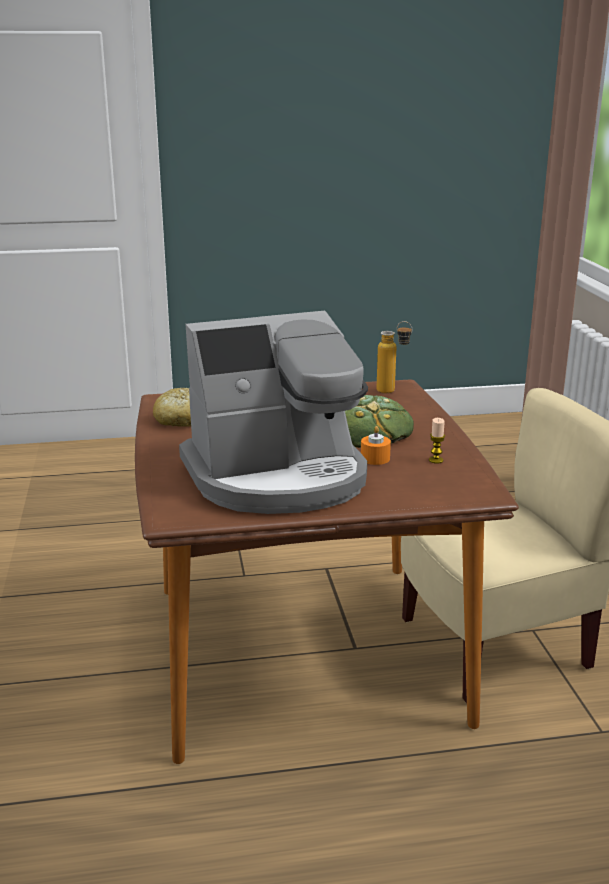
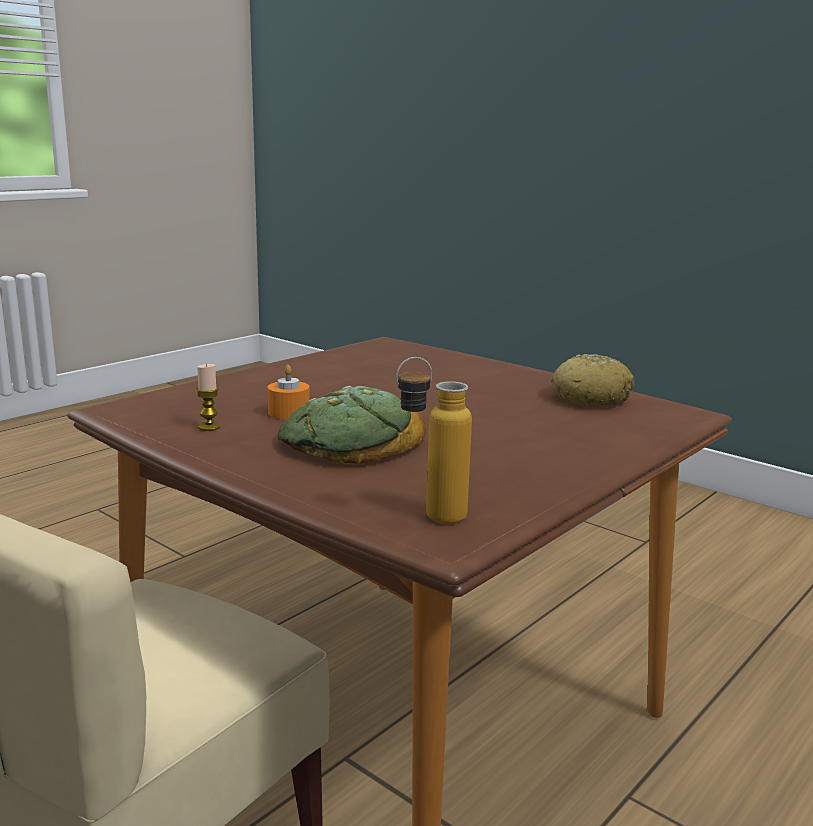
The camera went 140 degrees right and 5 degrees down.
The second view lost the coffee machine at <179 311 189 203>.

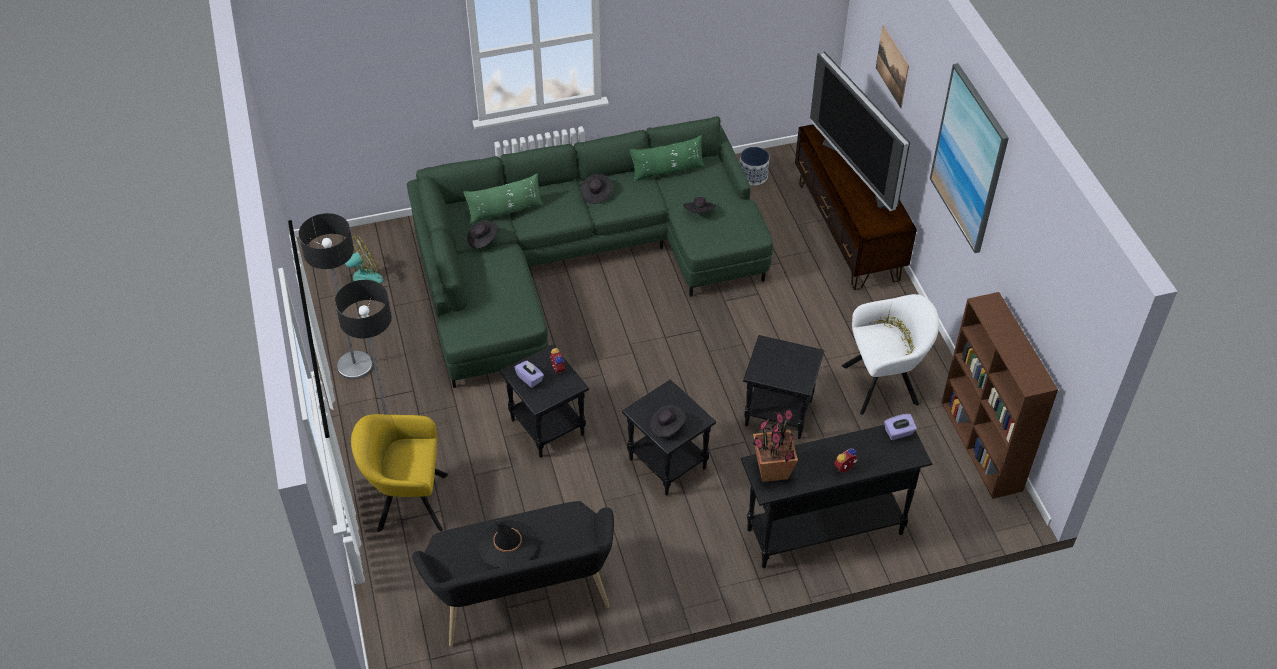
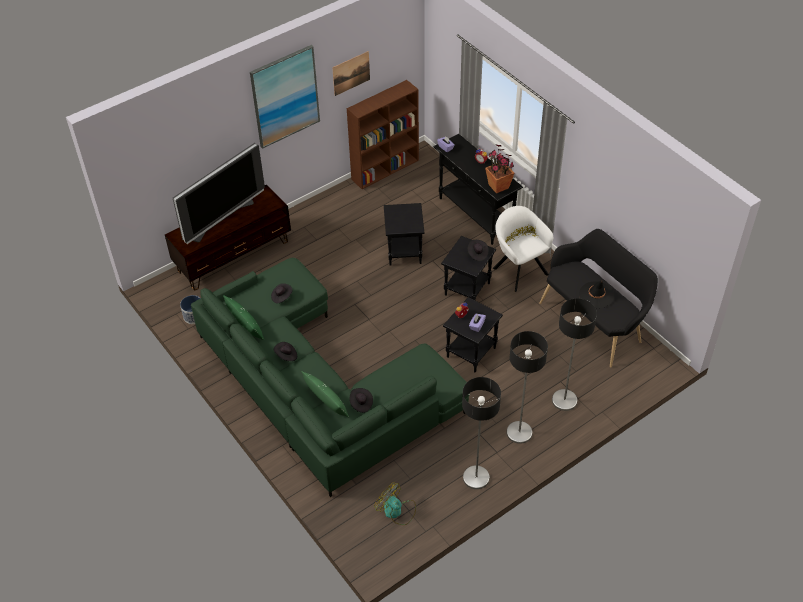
The camera went 110 degrees left and 0 degrees up.
Where the armchair (yellow) stood at <351 414 97 118>, the floor lamp came to stand at <552 298 45 113>.
The armchair (white) ended up elsewhere, having gone from <842 294 97 121> to <493 206 60 86>.
The picture ended up elsewhere, having gone from <876 25 33 83> to <332 51 38 45>.

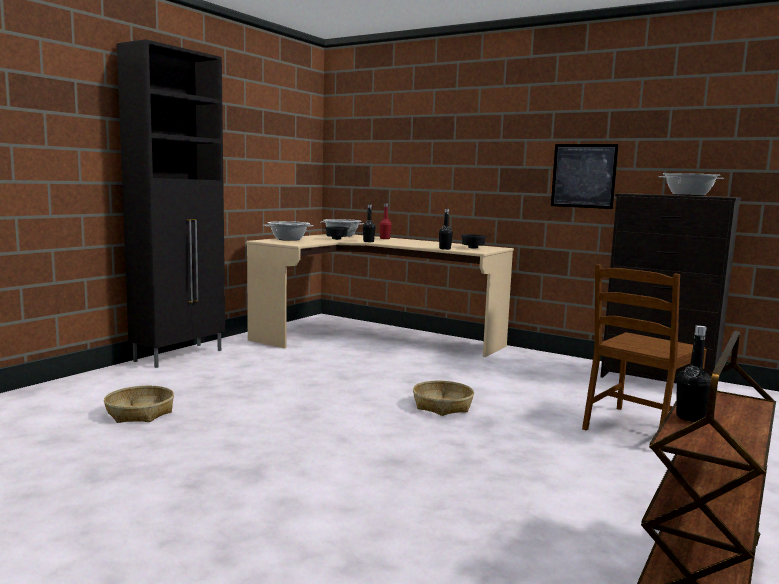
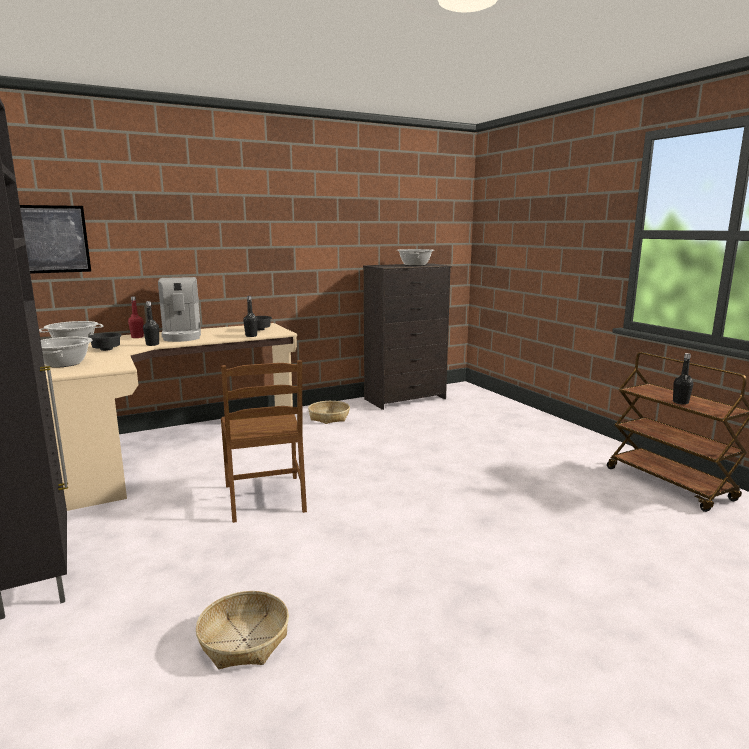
The camera went 60 degrees left and 5 degrees up.
The basket ended up elsewhere, having gone from <413 381 61 35> to <308 401 42 23>.
The picture ended up elsewhere, having gone from <551 144 68 65> to <20 205 71 69>.
The chair (brown) ended up elsewhere, having gone from <582 264 125 166> to <221 360 86 163>.
The second view gained the coffee machine at <158 277 43 65>.

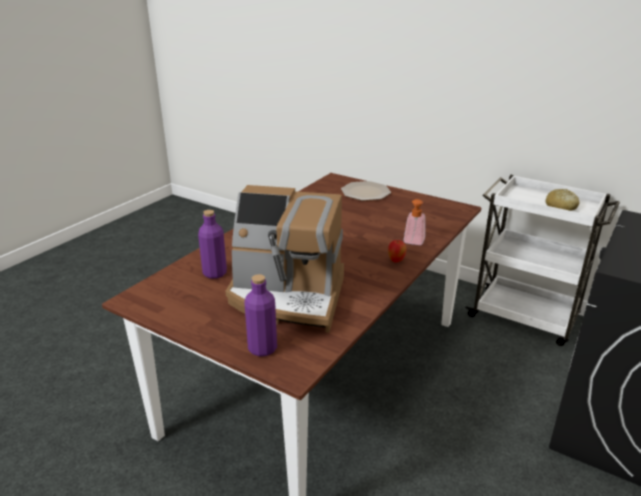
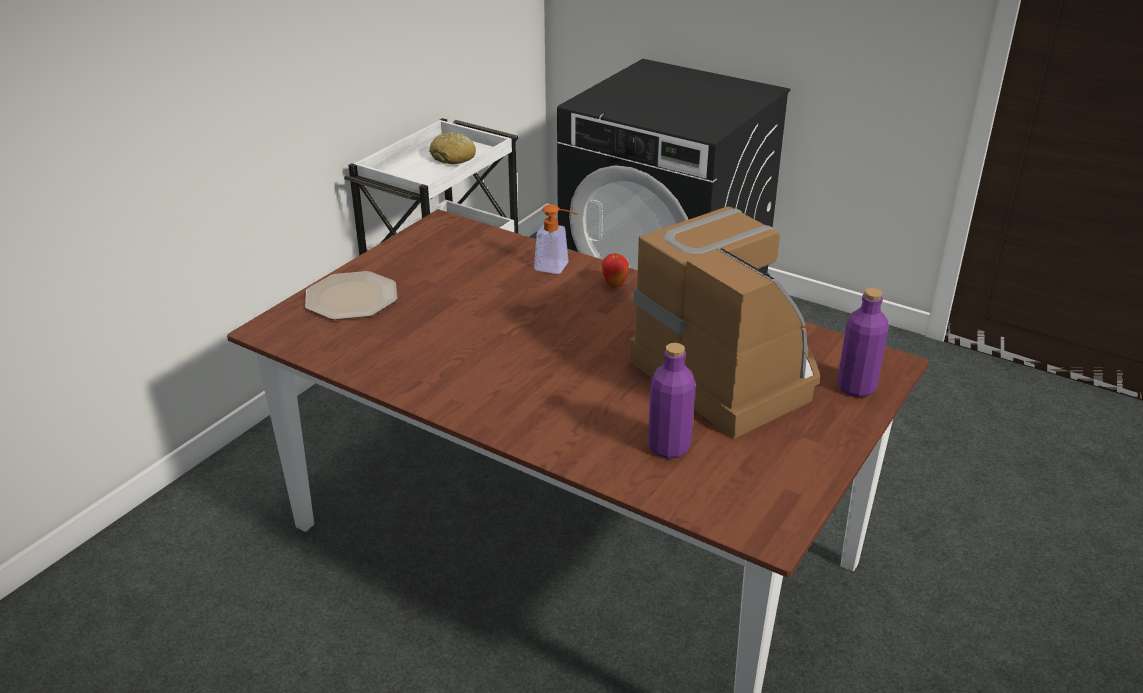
The camera went 90 degrees left and 5 degrees up.
The coffee machine at <225 185 119 148> ended up facing another way, 45 degrees counterclockwise from before.

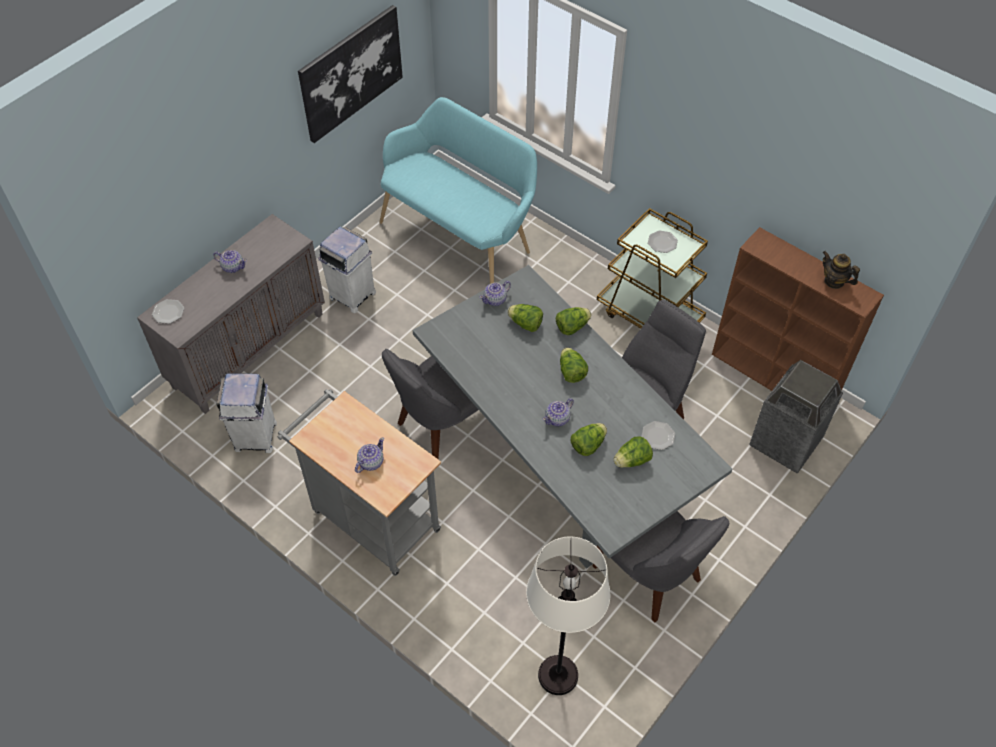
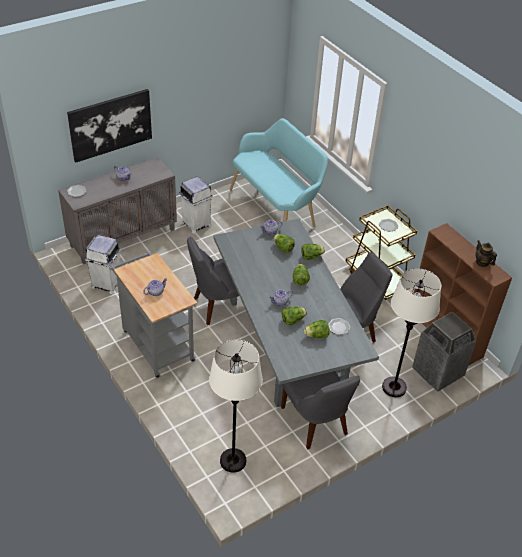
The camera went 15 degrees right and 10 degrees down.
The picture ended up elsewhere, having gone from <298 5 105 138> to <67 89 85 74>.
The second view gained the floor lamp (white) at <382 268 59 129>.

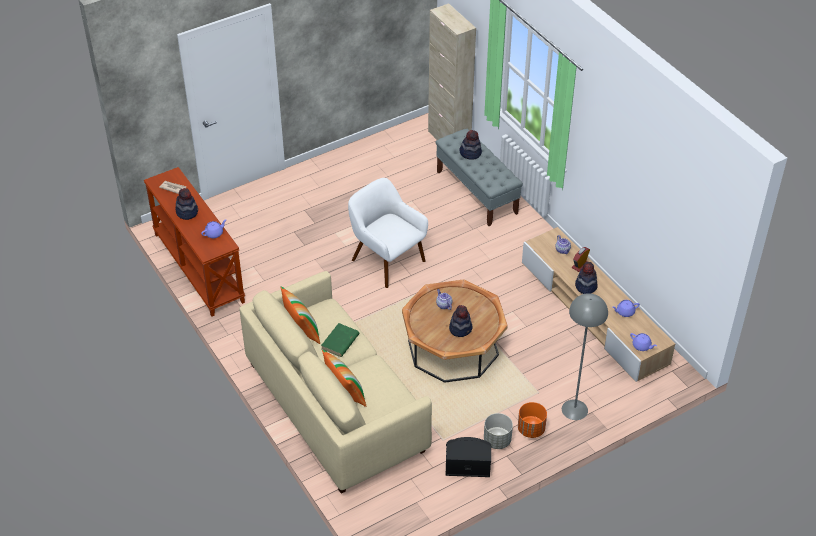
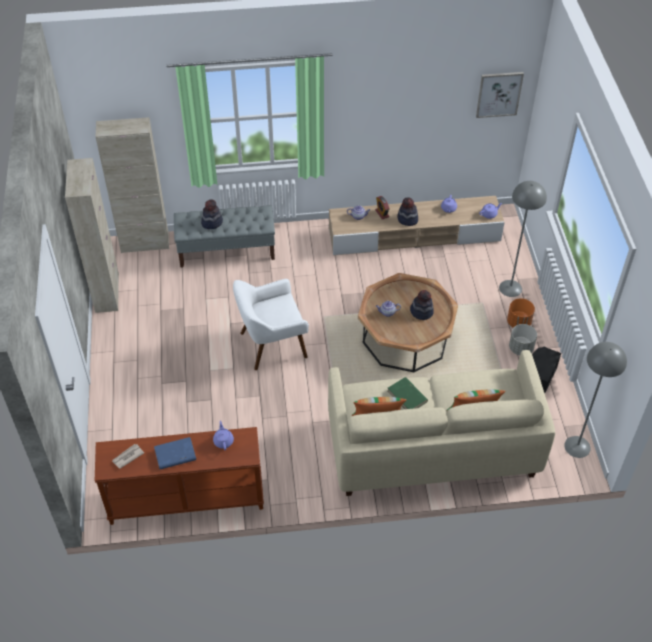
The camera went 65 degrees left and 5 degrees up.
Where the hat stood at <176 188 22 32>, the book (blue) came to stand at <154 437 42 32>.
The second view gained the cabinet (beige) at <65 158 54 155>.
The second view gained the picture at <476 72 48 46>.
The second view gained the floor lamp (grey) at <564 342 63 116>.

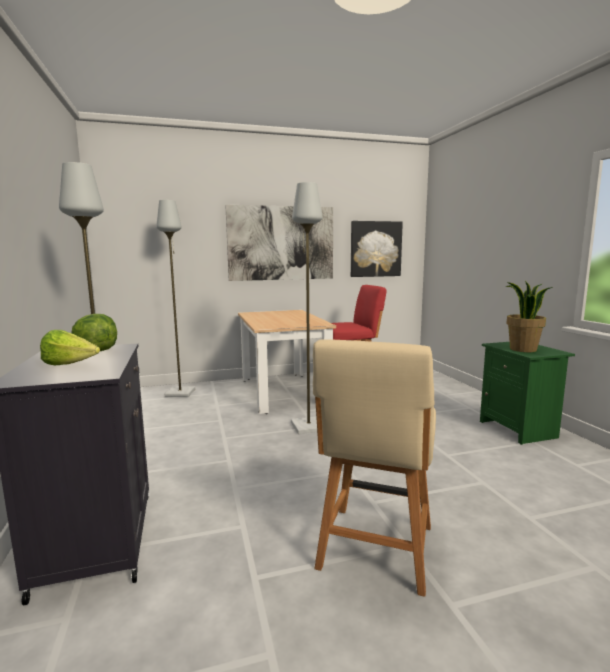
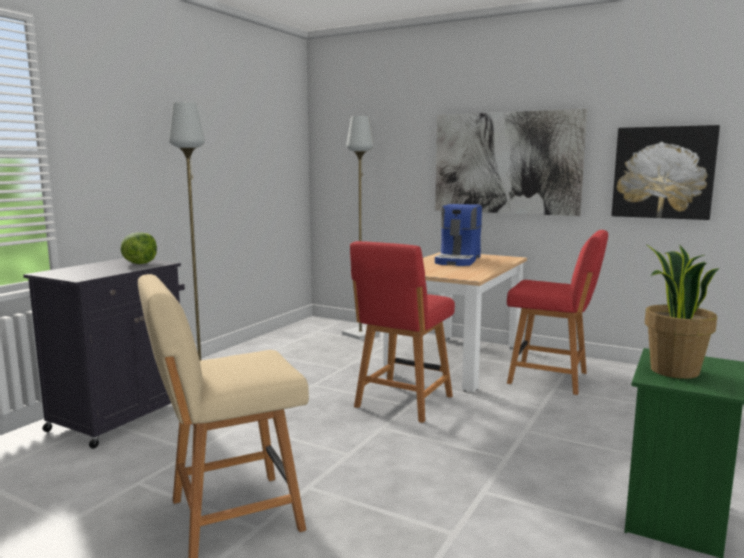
The camera went 45 degrees right and 0 degrees up.
The second view lost the lettuce at <40 330 60 35>.
Where the floor lamp (grey) stood at <291 182 32 252>, the chair (red) came to stand at <350 241 105 182>.
The second view gained the coffee machine at <435 204 47 62>.

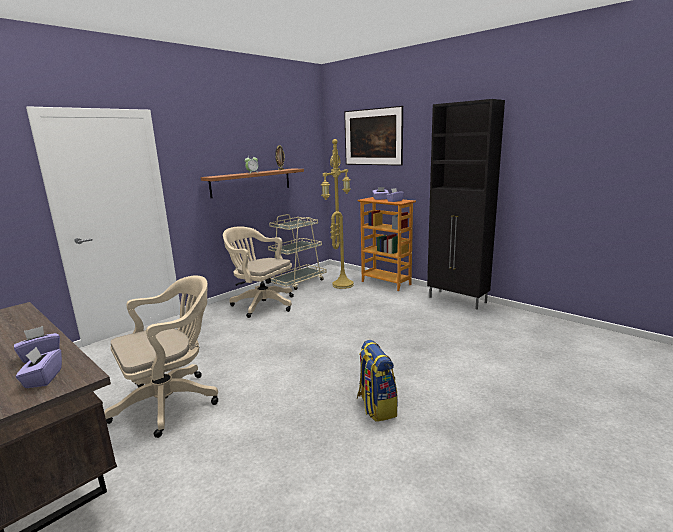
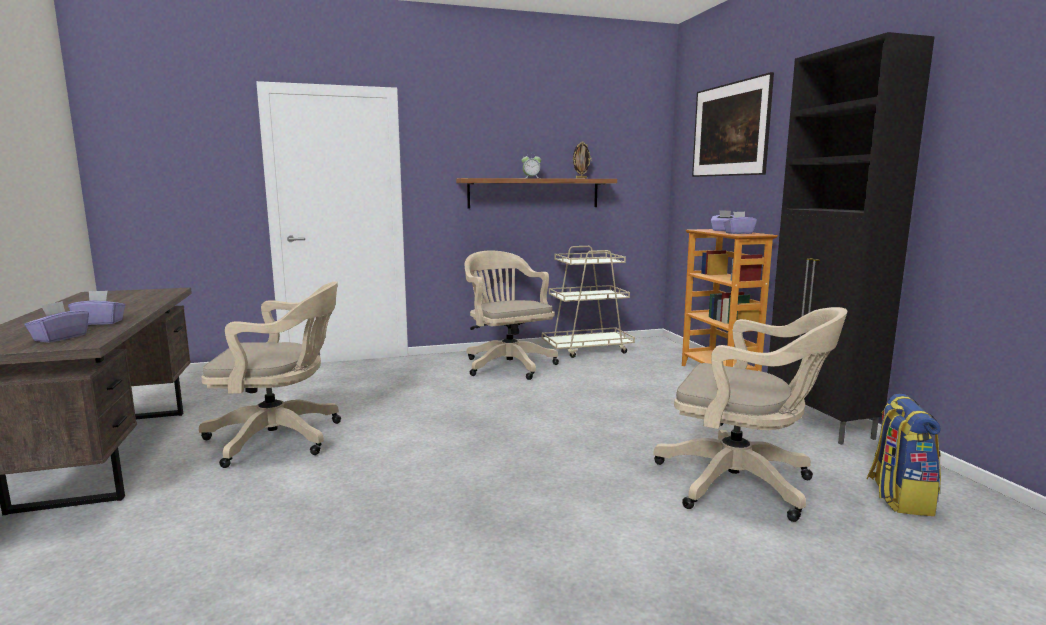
The camera went 30 degrees right and 5 degrees down.
The second view lost the floor lamp (yellow) at <321 139 33 150>.
The backpack ended up elsewhere, having gone from <357 340 41 82> to <867 394 74 122>.
The second view gained the office chair (beige) at <653 307 195 215>.

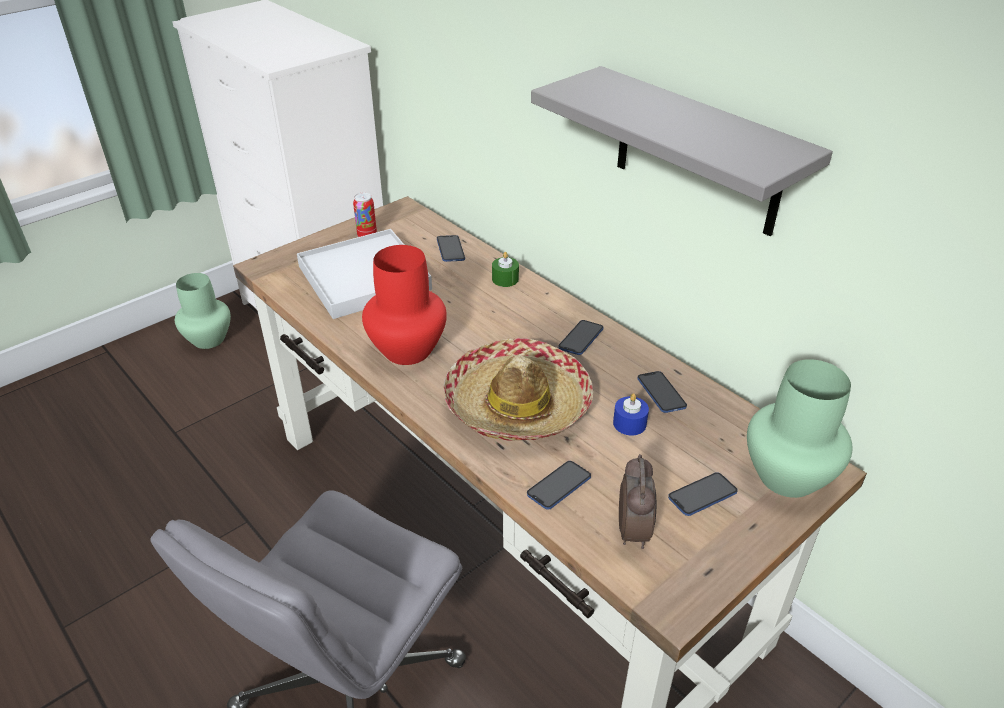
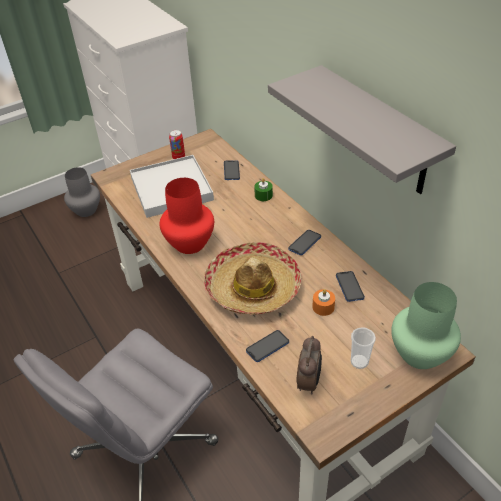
The camera went 10 degrees right and 5 degrees up.
What was the vase (green) at <175 273 56 76> turned into the vase (grey) at <64 167 36 50>.
What was the candle (blue) at <613 393 36 43> turned into the candle (orange) at <312 289 23 27>.
Where the phone stood at <668 472 69 44>, the cup came to stand at <351 327 25 42>.

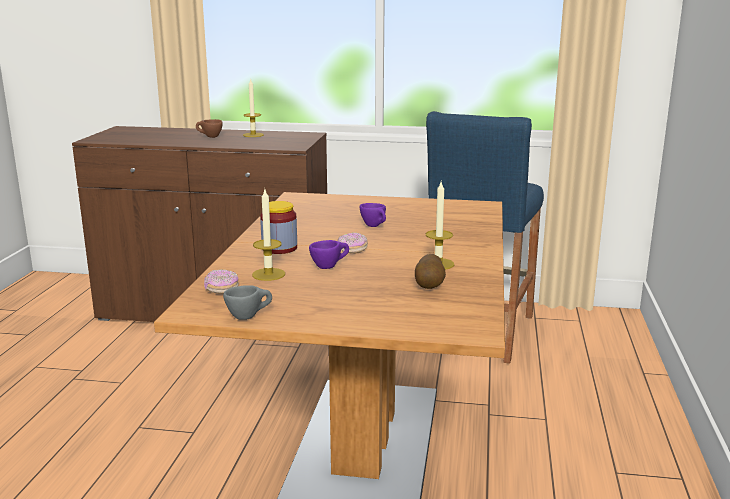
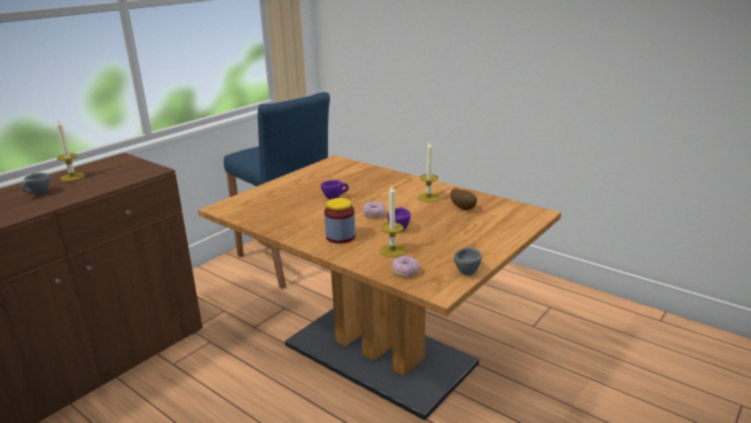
The camera went 60 degrees left and 5 degrees up.
What was the cup (brown) at <196 119 27 19> turned into the cup (grey) at <21 173 29 22>.

